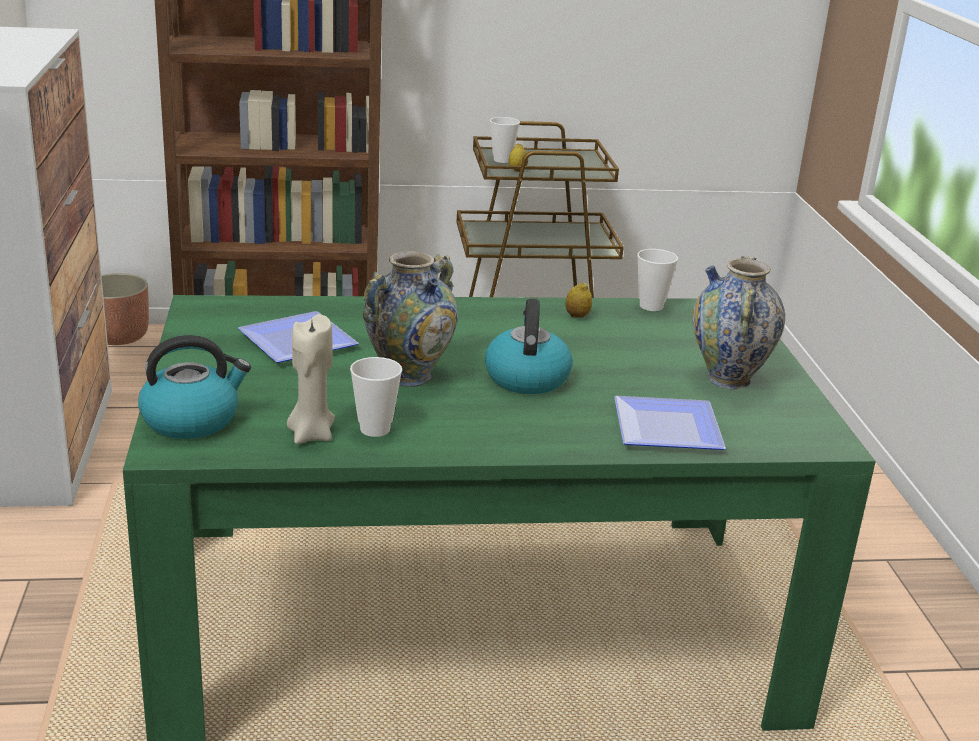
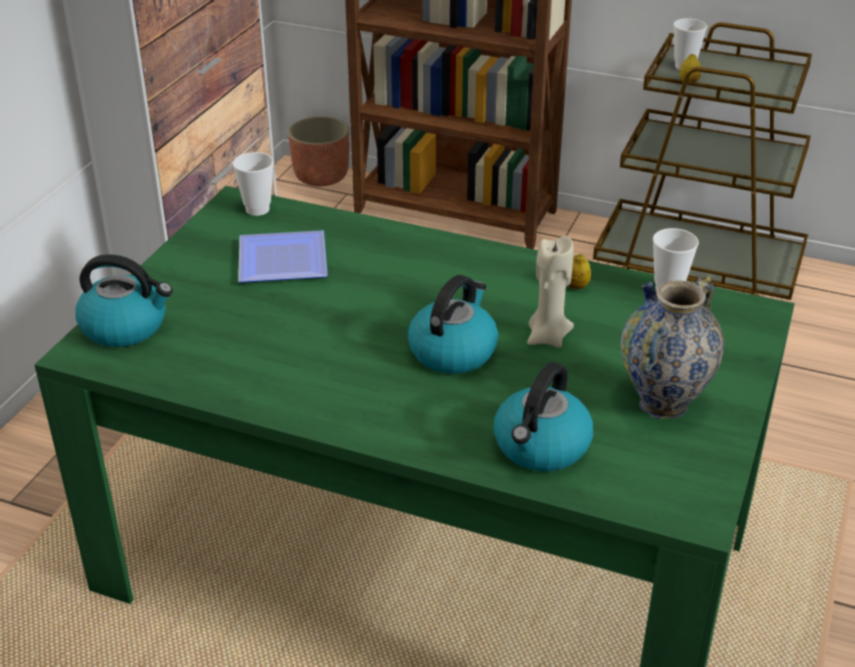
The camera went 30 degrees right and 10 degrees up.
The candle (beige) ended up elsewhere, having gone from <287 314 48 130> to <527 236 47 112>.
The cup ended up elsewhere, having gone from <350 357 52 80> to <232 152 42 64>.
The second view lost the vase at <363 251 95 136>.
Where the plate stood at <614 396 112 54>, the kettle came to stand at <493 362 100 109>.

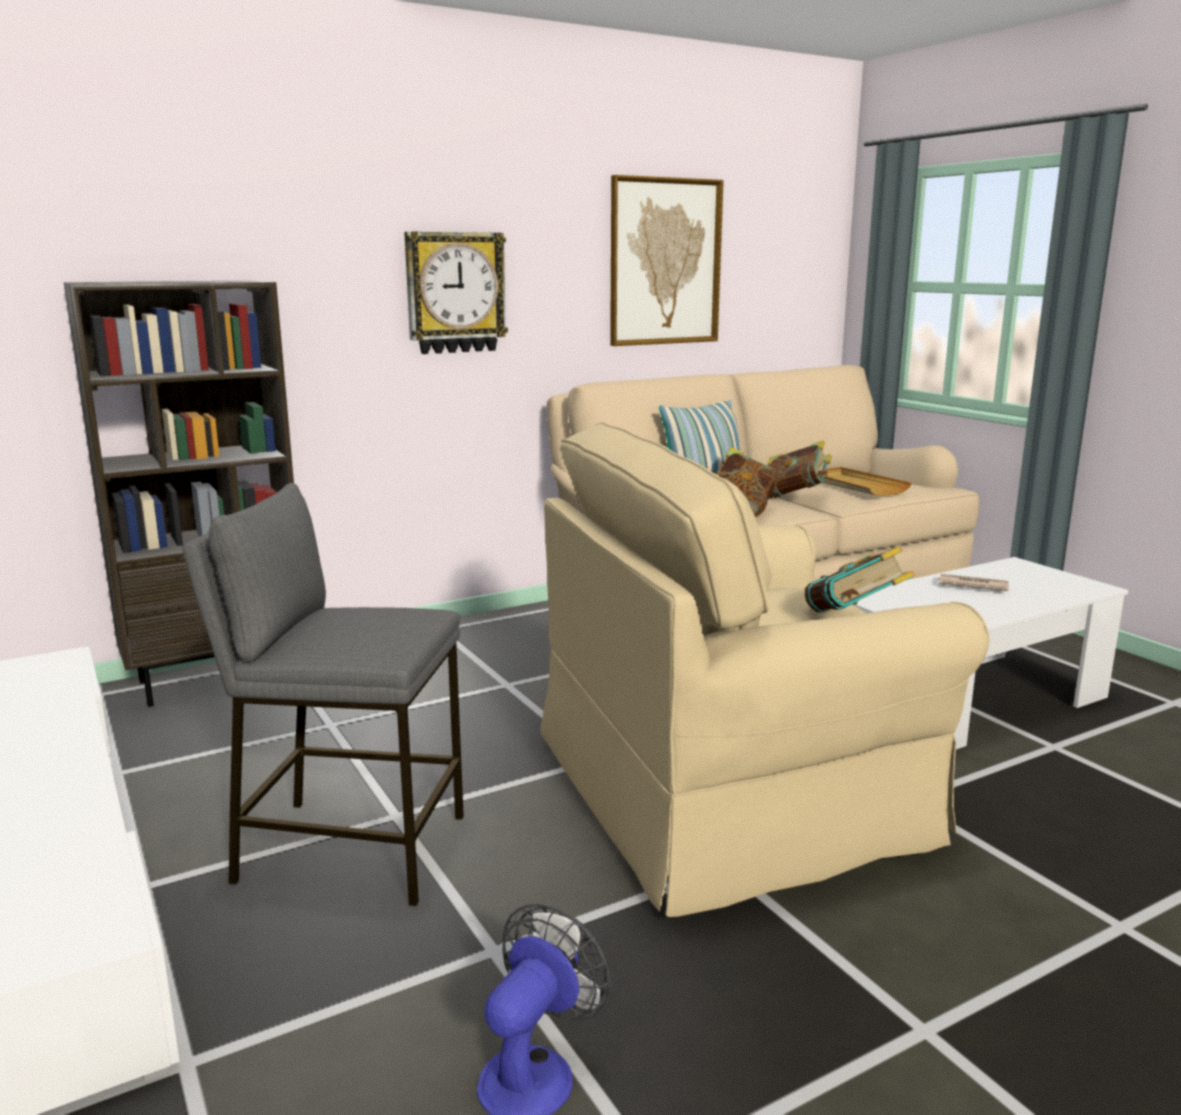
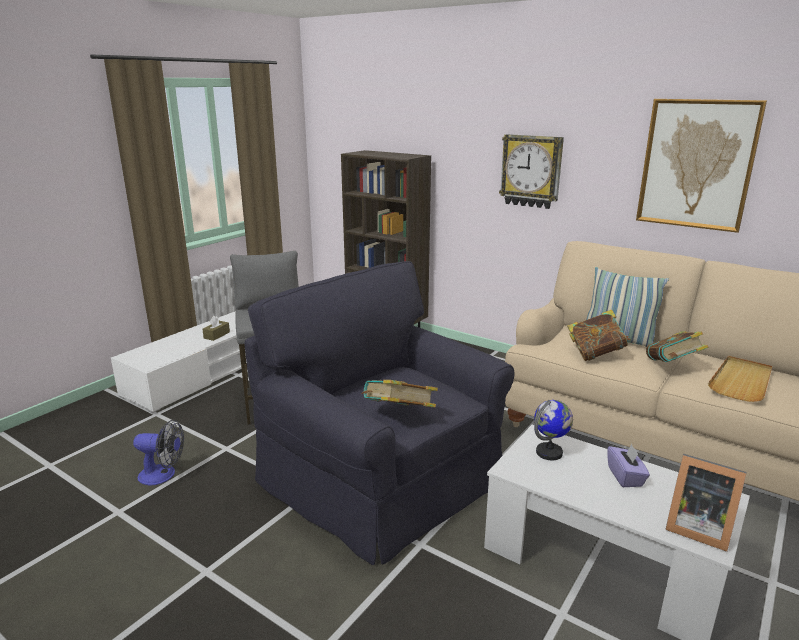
The camera went 65 degrees right and 5 degrees up.
What was the armchair (beige) at <540 422 450 495> turned into the armchair (black) at <244 261 271 304>.
Where the newspaper stood at <938 574 71 17>, the tissue box (purple) came to stand at <607 444 43 43>.
The second view gained the tissue box (brown) at <202 316 28 25>.
The second view gained the globe at <534 400 39 61>.
The second view gained the picture frame at <665 454 81 98>.

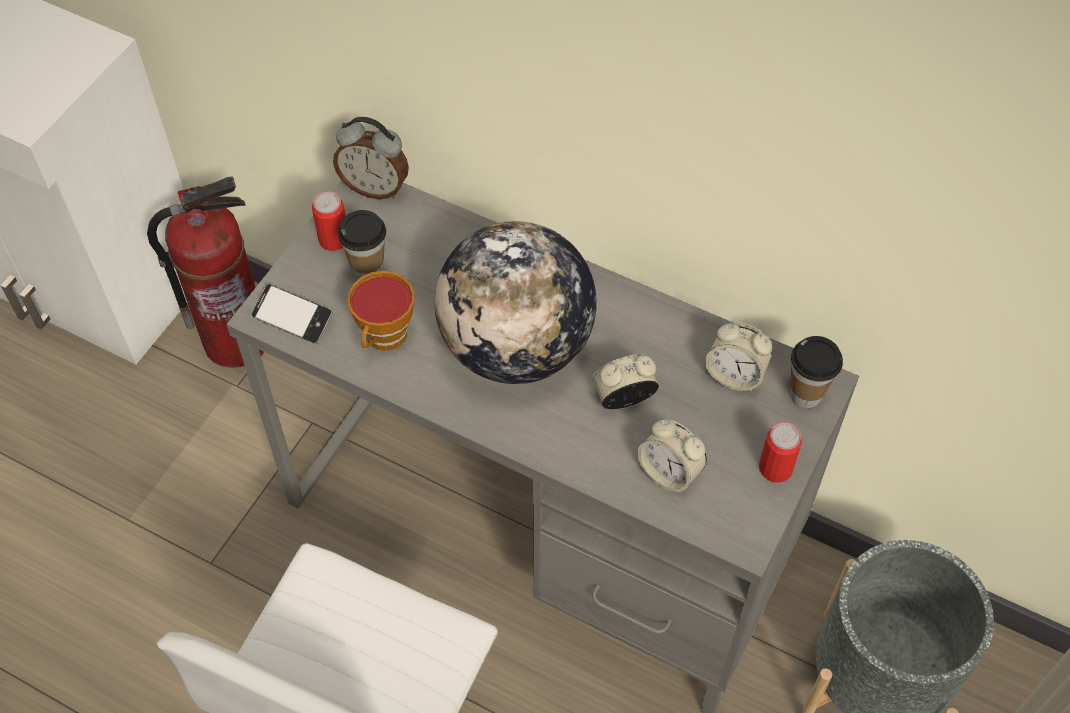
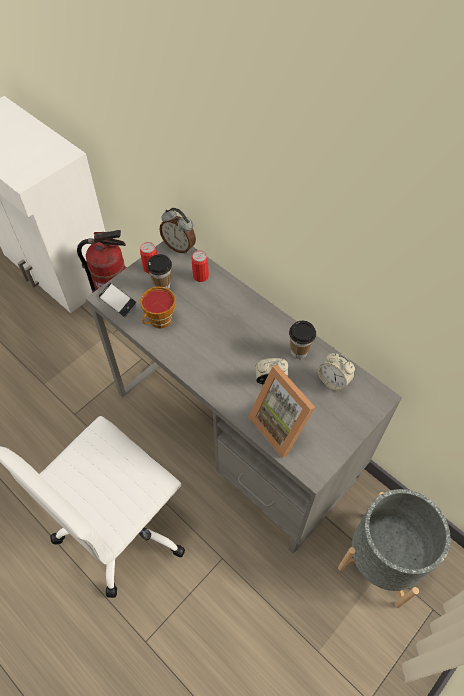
The camera went 15 degrees right and 0 degrees up.
The second view lost the globe at <435 221 162 163>.
Where the alarm clock stood at <637 420 70 73>, the picture frame came to stand at <249 365 66 93>.
The can ended up elsewhere, having gone from <759 422 43 60> to <191 251 18 31>.
The cup ended up elsewhere, having gone from <790 336 53 72> to <289 321 27 38>.

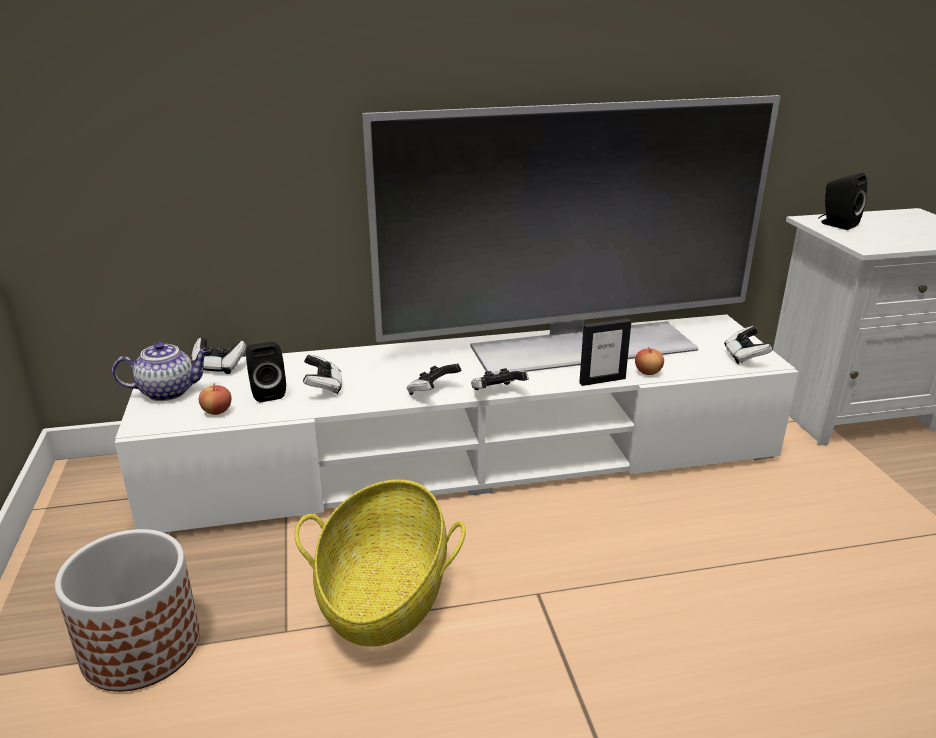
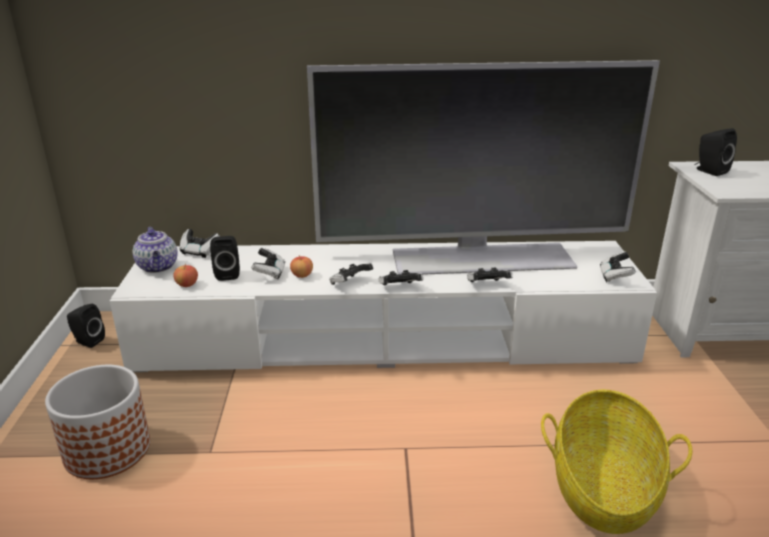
The camera went 10 degrees right and 0 degrees up.
The teapot at <112 342 98 59> ended up facing another way, 75 degrees clockwise from before.
The basket ended up elsewhere, having gone from <295 479 171 168> to <541 390 152 144>.
Where the picture frame stood at <579 319 52 67>, the game controller came to stand at <467 267 45 15>.
The apple ended up elsewhere, having gone from <635 347 29 28> to <290 255 23 23>.
The second view gained the speaker (black) at <67 304 38 44>.

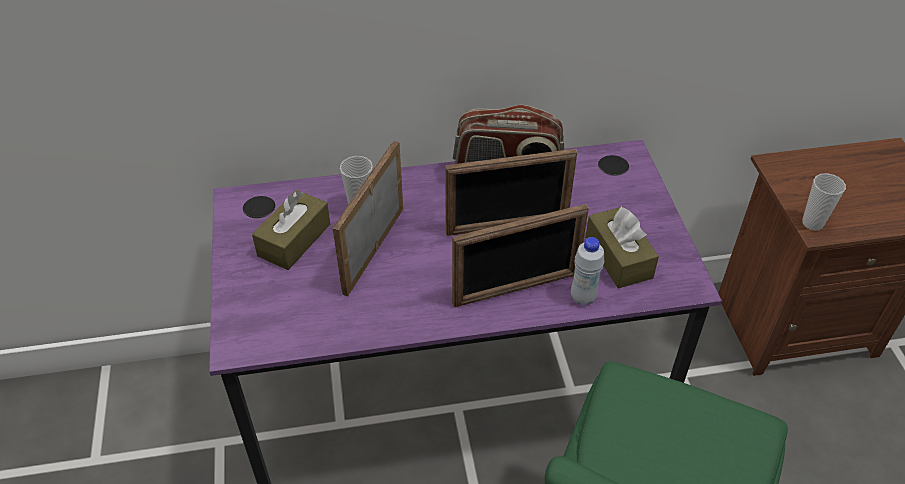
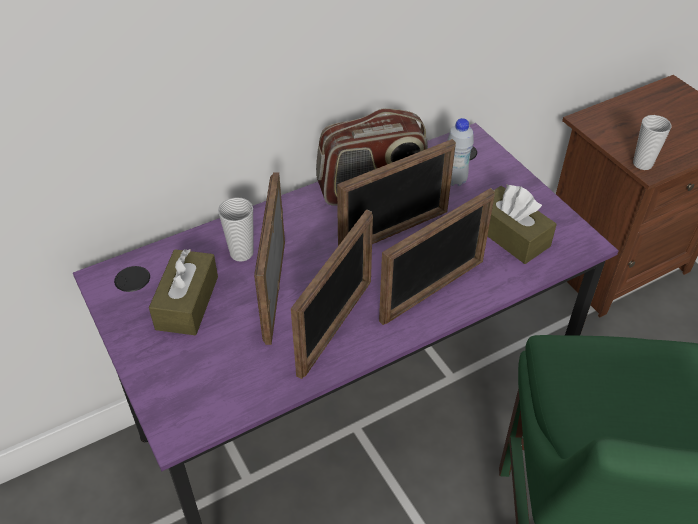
The camera went 20 degrees left and 0 degrees up.
The bottle (white) ended up elsewhere, having gone from <571 237 33 69> to <448 118 26 68>.
The second view gained the picture frame at <291 209 82 170>.

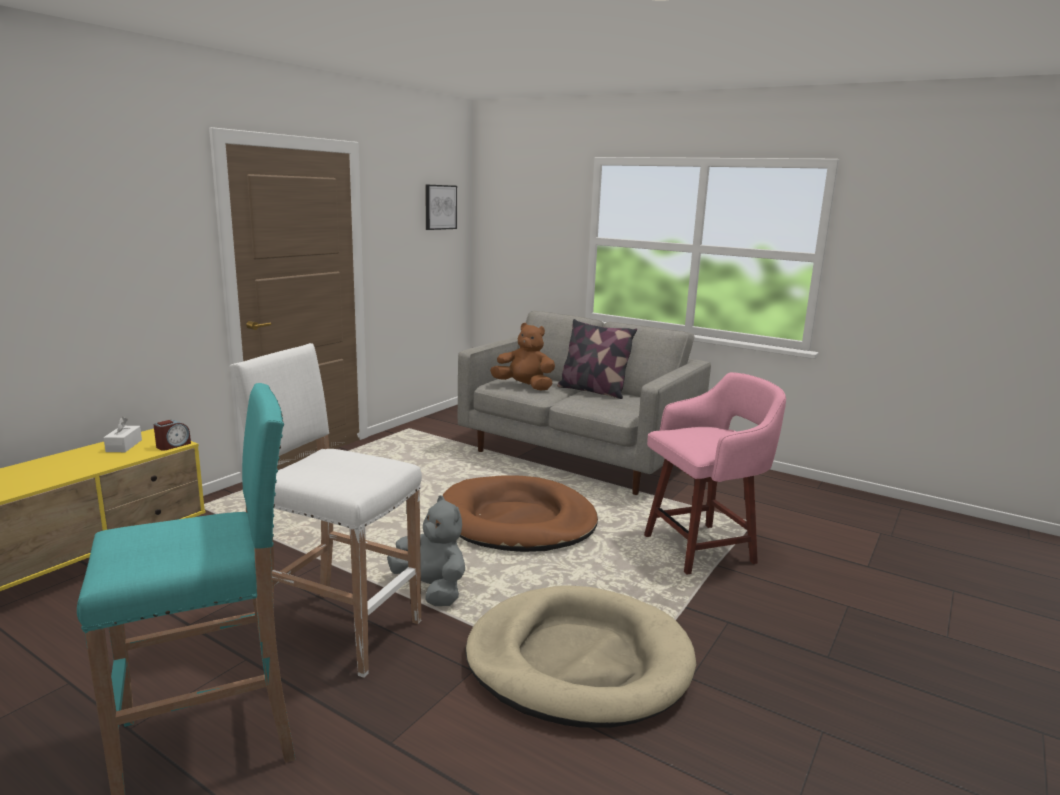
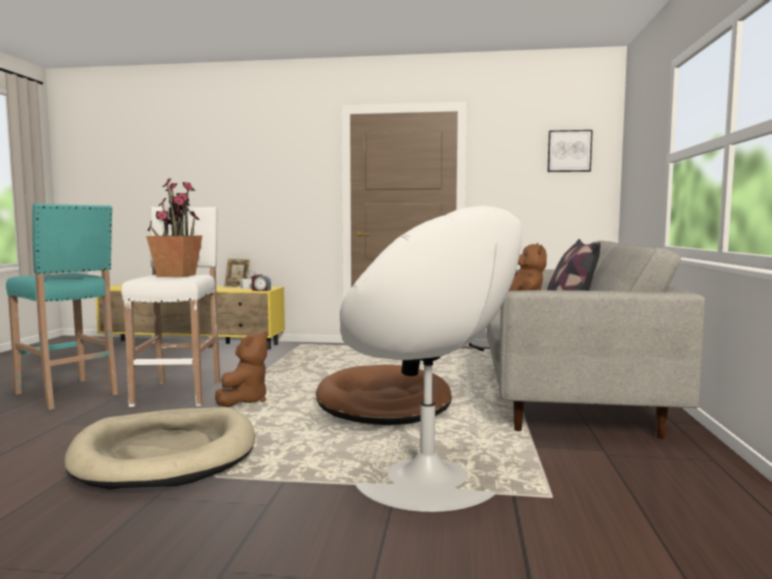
The camera went 65 degrees right and 10 degrees down.
What was the plush toy (grey) at <387 496 78 110> turned into the plush toy (brown) at <215 331 53 76>.
Where the stool (pink) stood at <644 372 142 203>, the armchair (white) came to stand at <340 206 182 306>.
The second view gained the potted plant at <146 178 56 99>.
The second view gained the picture frame at <224 259 26 28>.

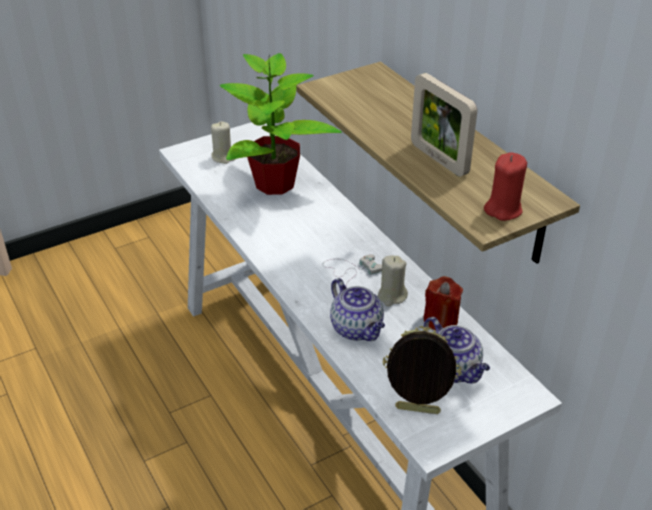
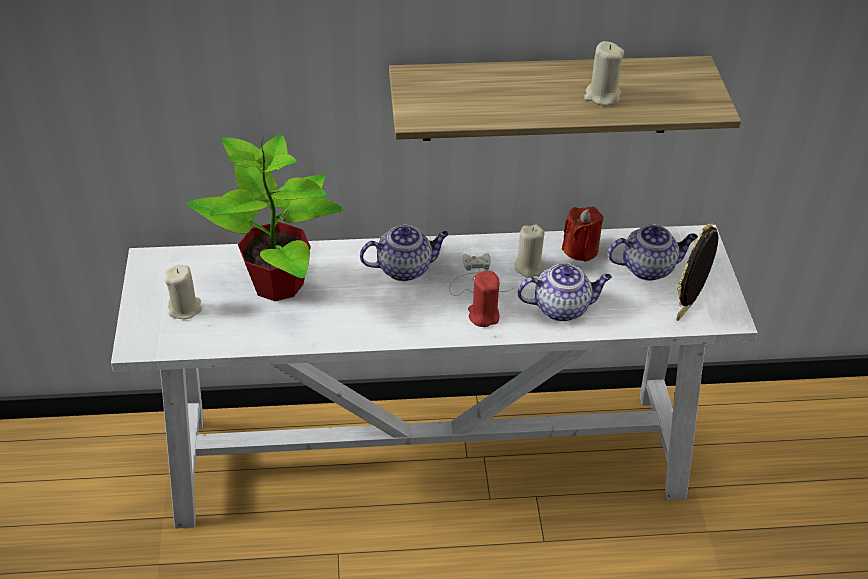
The camera went 65 degrees left and 5 degrees up.
Where the picture frame stood at <411 73 66 104>, the candle (beige) came to stand at <584 41 40 65>.
The candle (red) ended up elsewhere, having gone from <484 152 43 69> to <468 271 32 56>.
The second view gained the teapot at <360 225 89 56>.

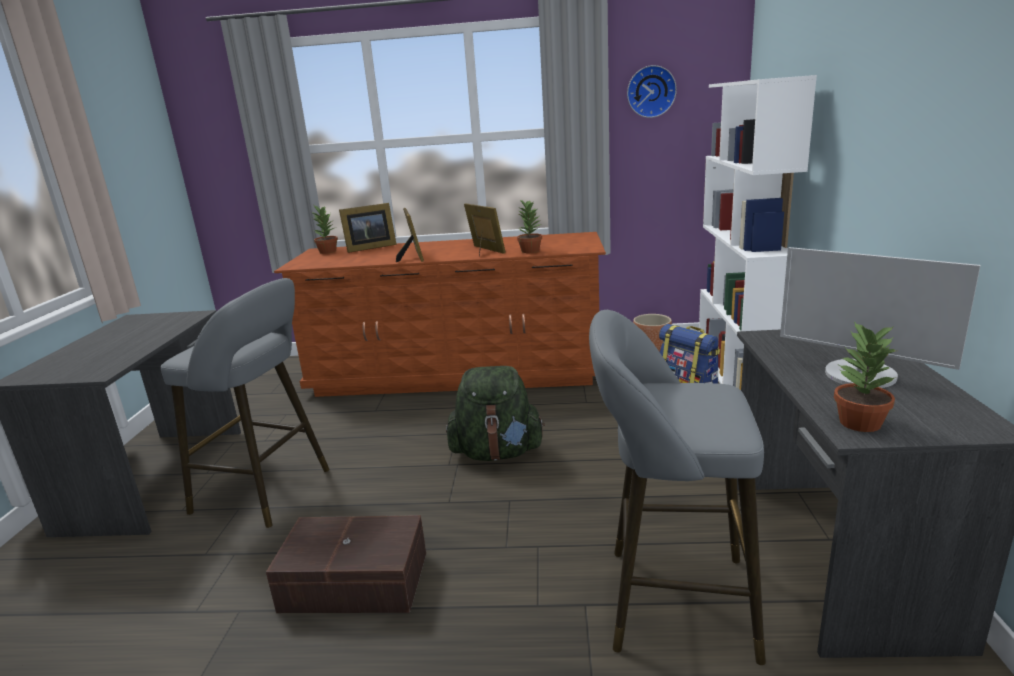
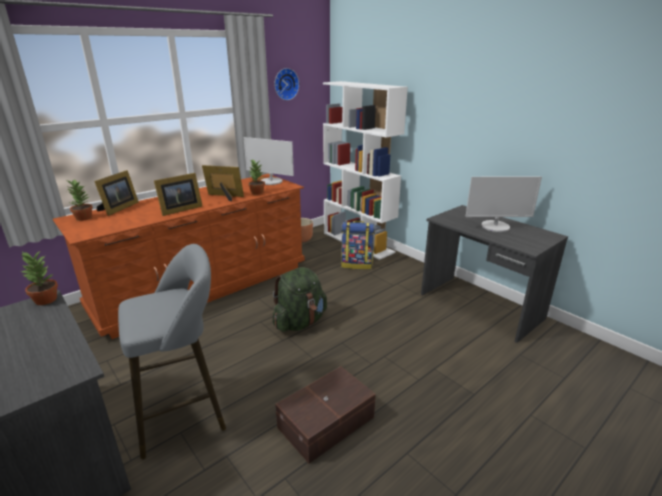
The camera went 45 degrees left and 5 degrees up.
The picture frame at <396 208 28 54> ended up facing another way, 105 degrees clockwise from before.
The second view lost the stool (grey) at <589 310 177 355>.
The potted plant ended up elsewhere, having gone from <834 321 64 111> to <20 252 38 53>.
The second view gained the monitor at <244 137 50 48>.

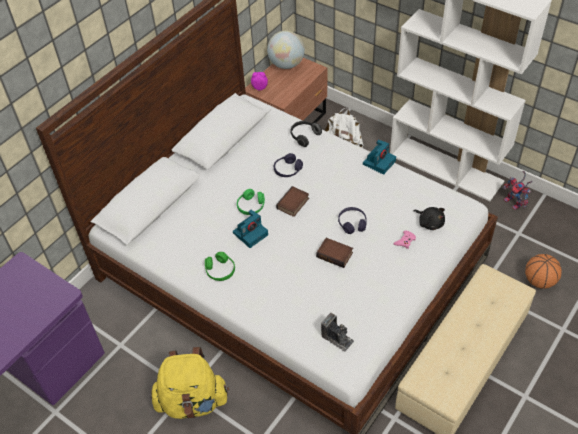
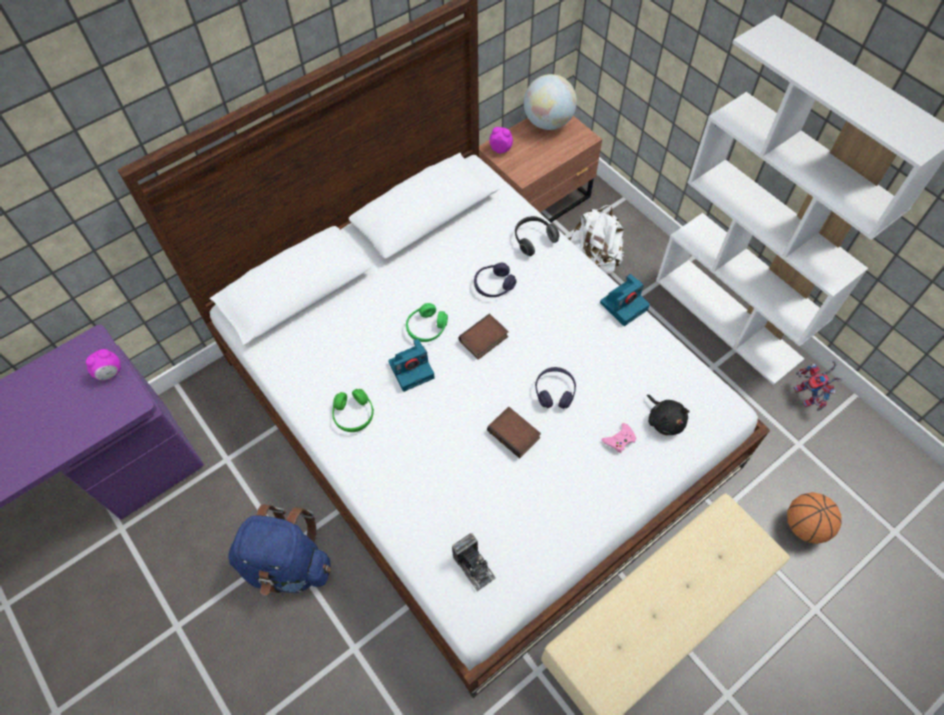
The camera went 15 degrees right and 10 degrees up.
What was the backpack (yellow) at <151 347 78 72> turned into the backpack (blue) at <228 504 103 92>.
The second view gained the alarm clock at <86 349 35 32>.

